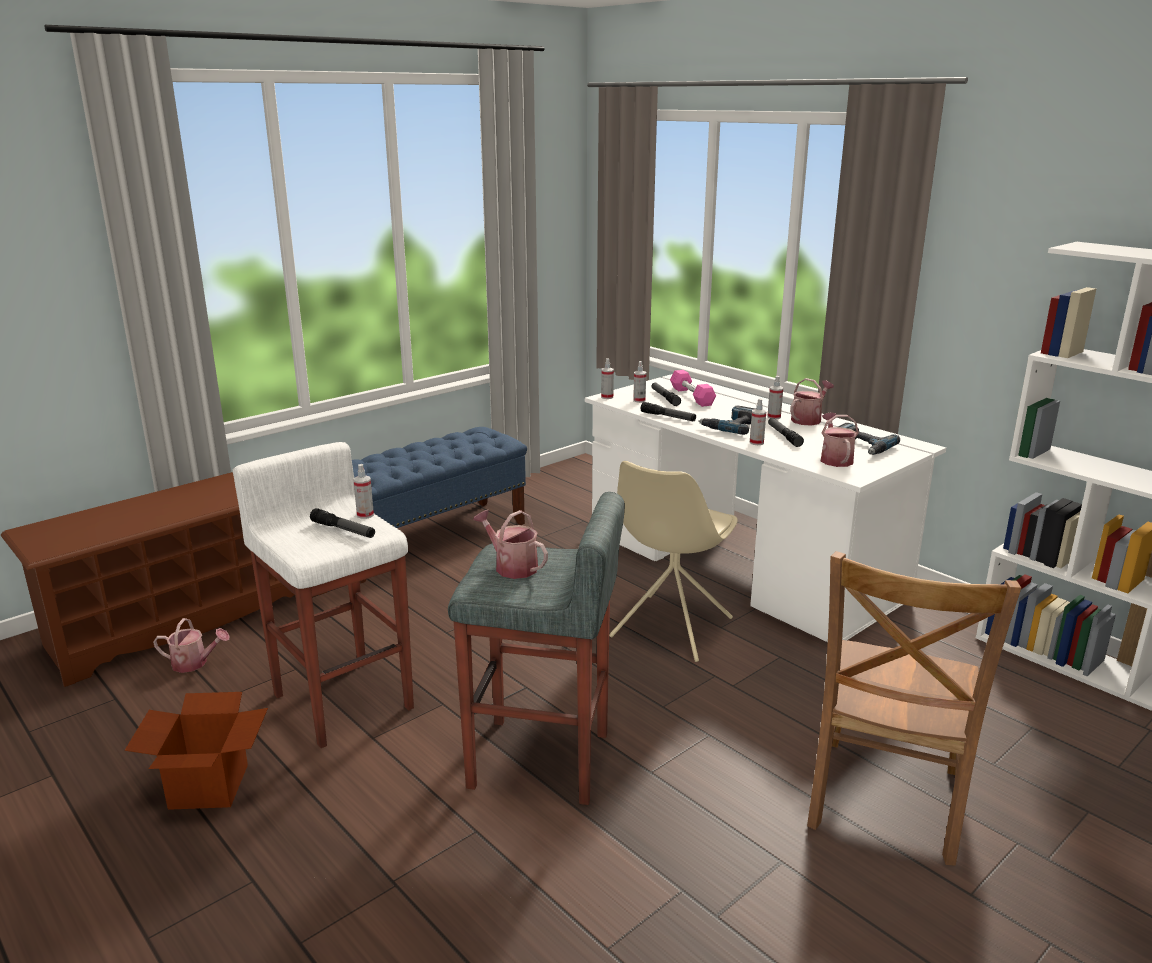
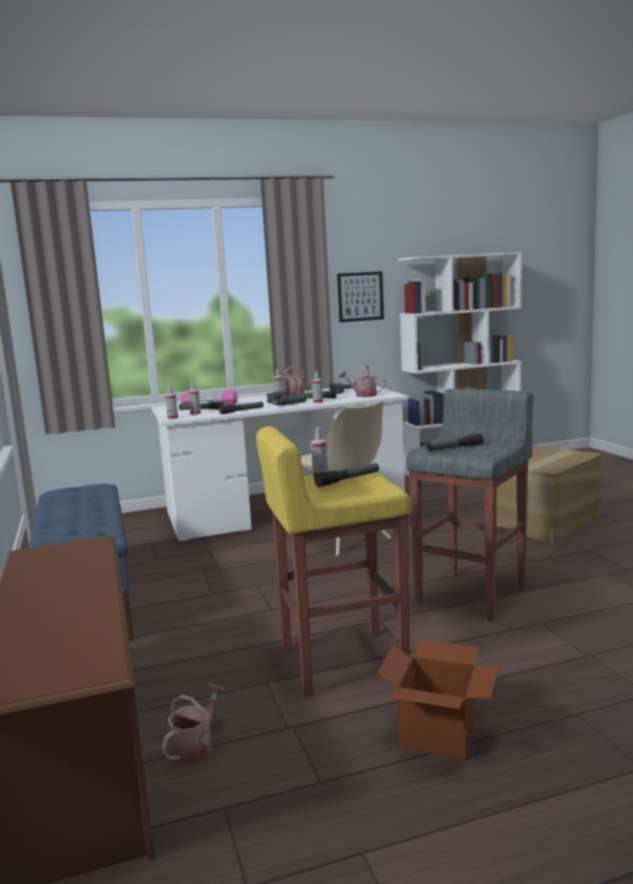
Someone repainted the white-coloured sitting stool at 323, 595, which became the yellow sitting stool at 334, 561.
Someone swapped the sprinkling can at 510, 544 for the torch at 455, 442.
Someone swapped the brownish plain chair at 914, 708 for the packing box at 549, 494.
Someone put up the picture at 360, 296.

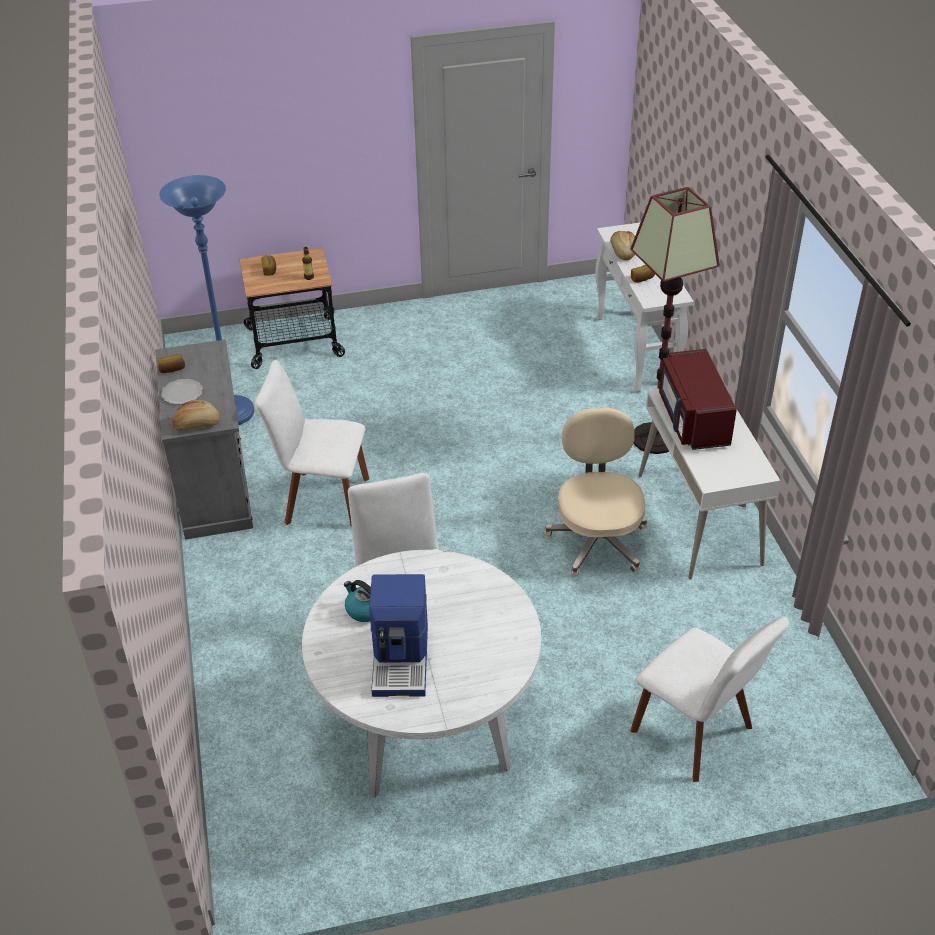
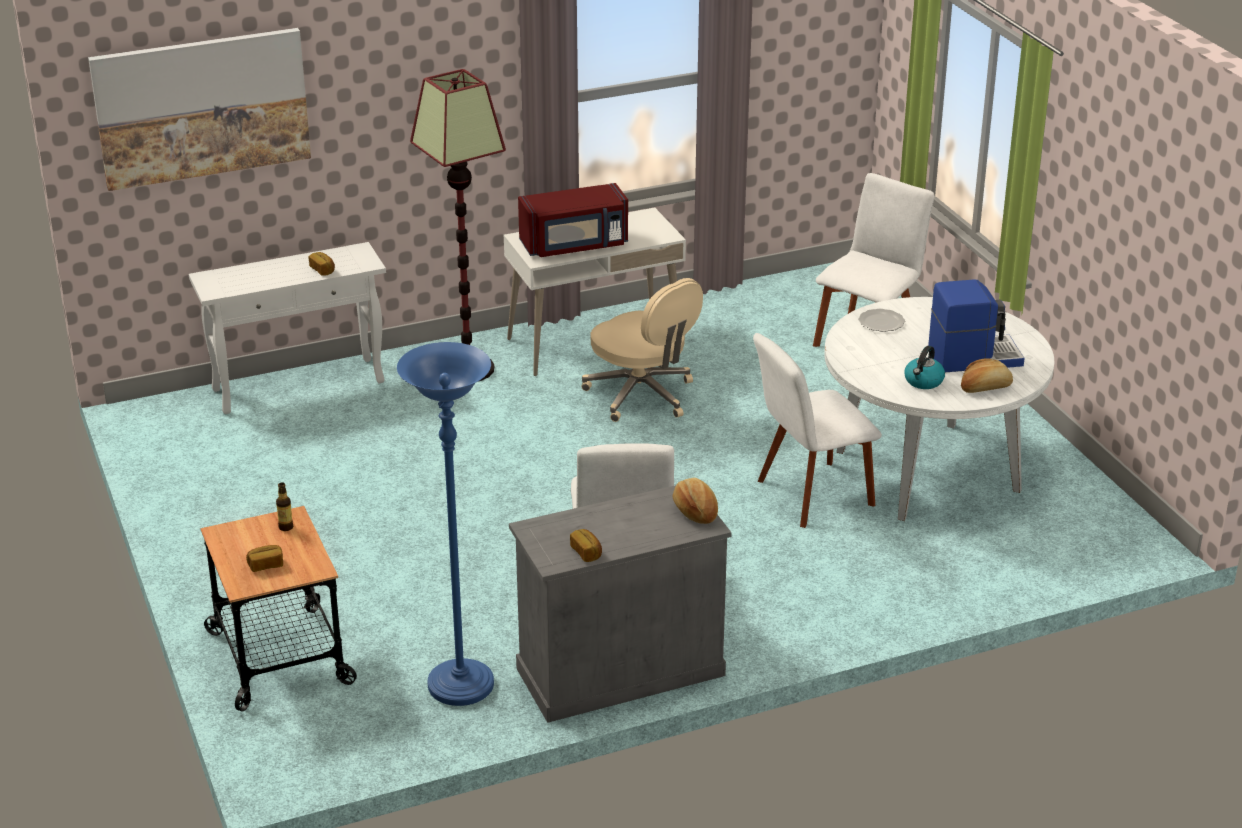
Someone carried the dinner plate from 182, 392 to 881, 320.
Someone rotated the beige-coloured office chair at 595, 492 by 120 degrees counterclockwise.
Someone carried the bread from 622, 245 to 987, 375.
Someone put up the picture at 199, 109.

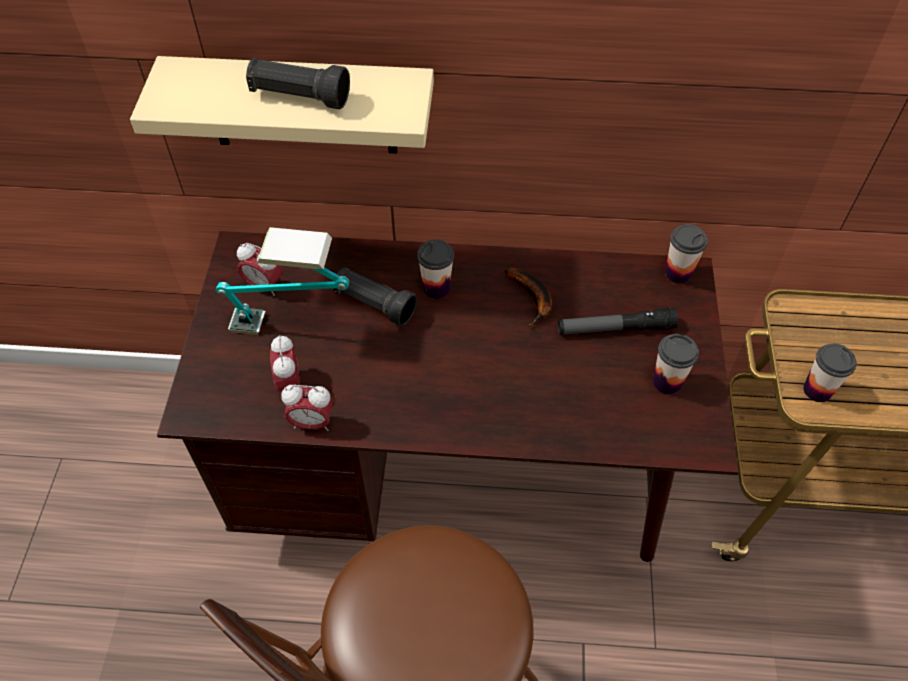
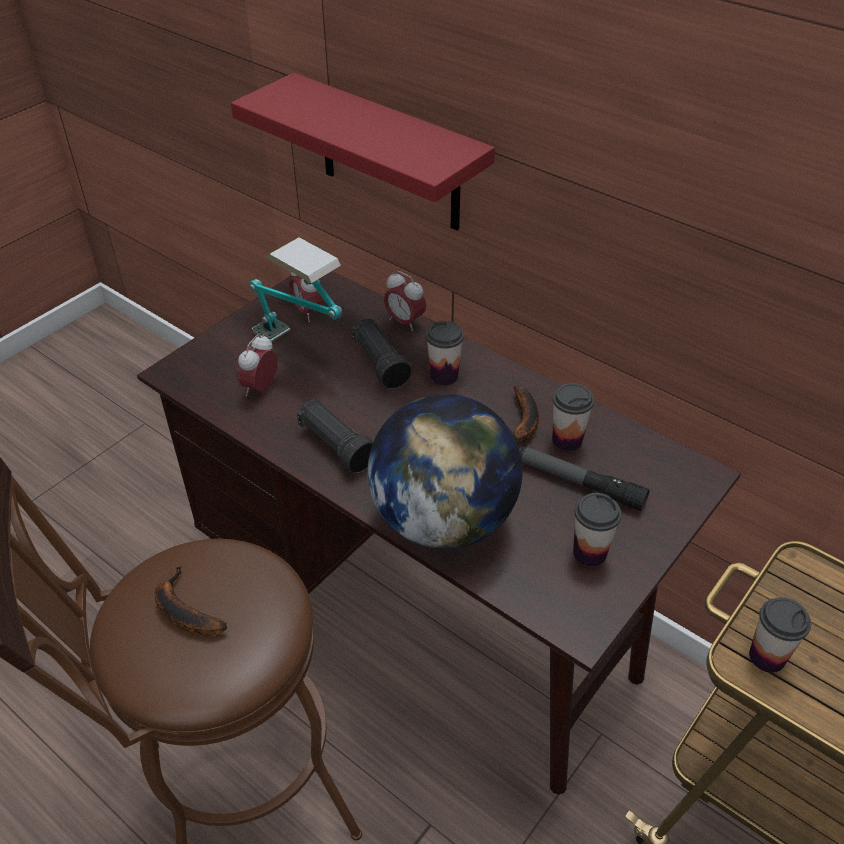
Someone repainted the beige-coloured bracket shelf at 282, 105, which became the red-coloured bracket shelf at 363, 152.
Someone carried the black torch from 298, 83 to 335, 436.
Someone carried the alarm clock from 307, 408 to 405, 301.
Someone carried the drinking cup from 686, 254 to 573, 417.
Someone put down the banana fruit at 191, 601.
Someone put down the desk globe at 445, 471.

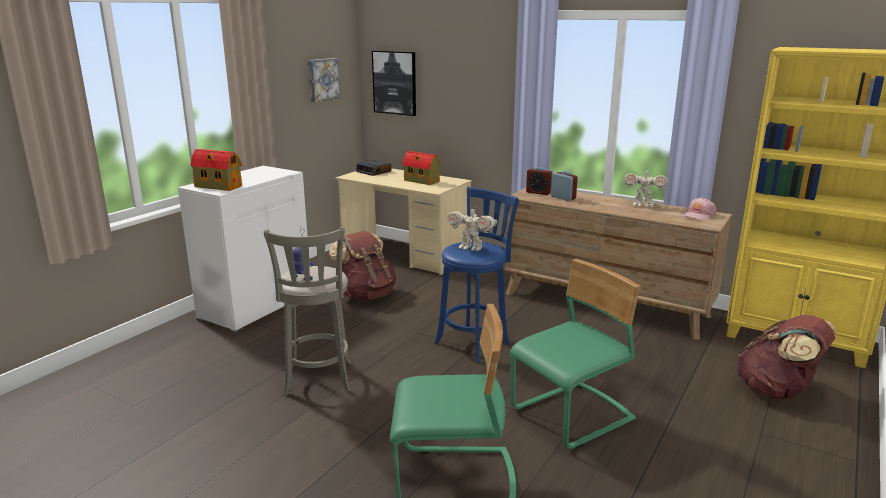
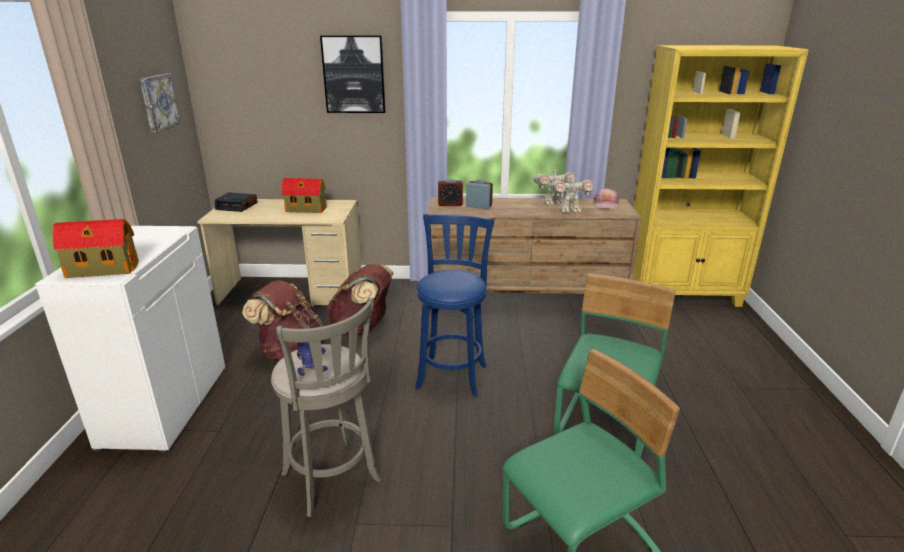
Someone carried the picture from 394, 83 to 352, 74.
Someone carried the model robot from 472, 229 to 572, 193.
Someone carried the brownish backpack from 787, 357 to 360, 299.

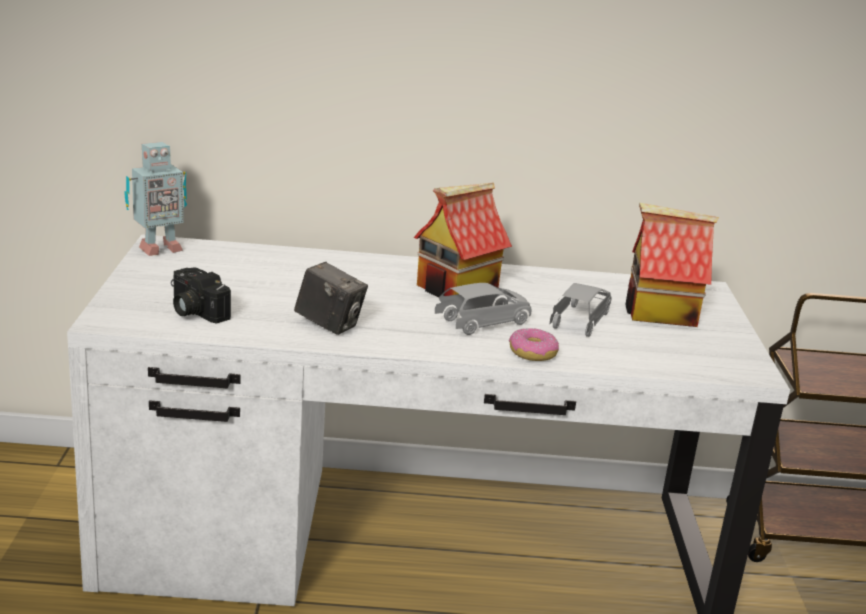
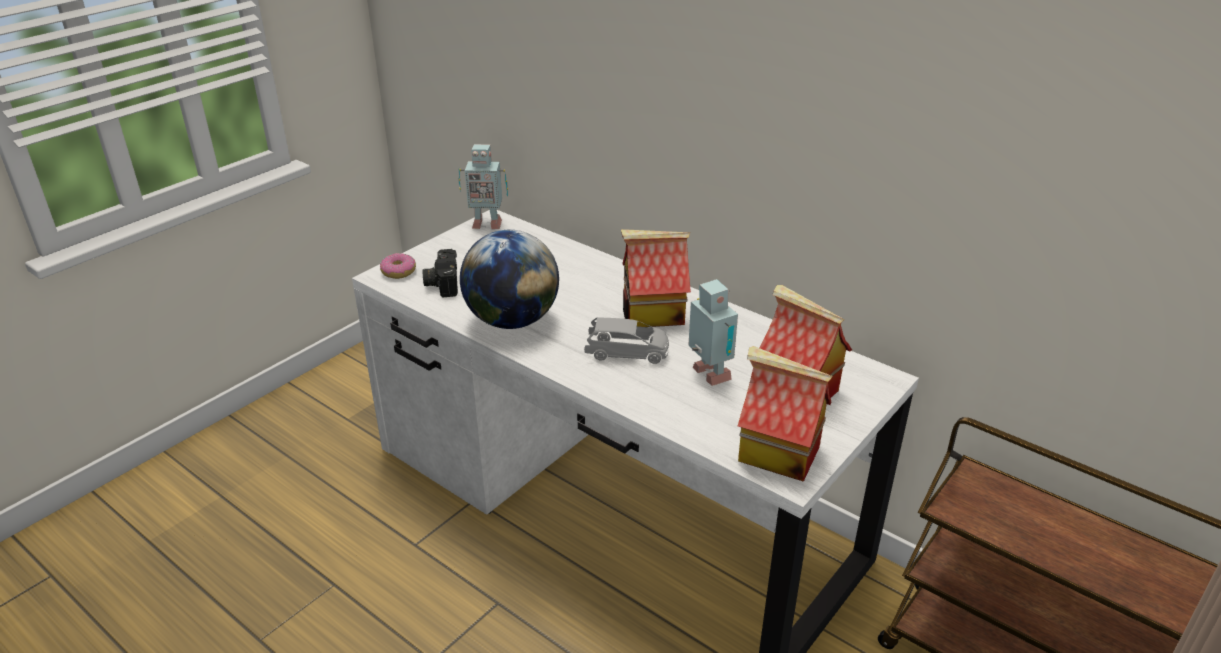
Someone swapped the photo camera at 331, 298 for the desk globe at 509, 279.
Someone carried the ring doughnut from 534, 344 to 398, 266.
Someone swapped the grey toy car at 580, 310 for the model robot at 713, 332.
Someone put down the miniature house at 785, 414.

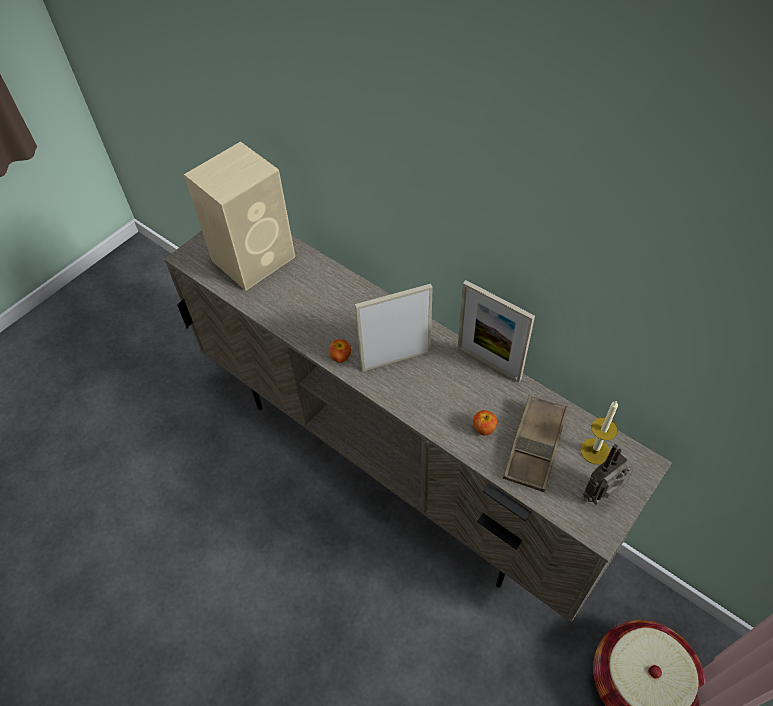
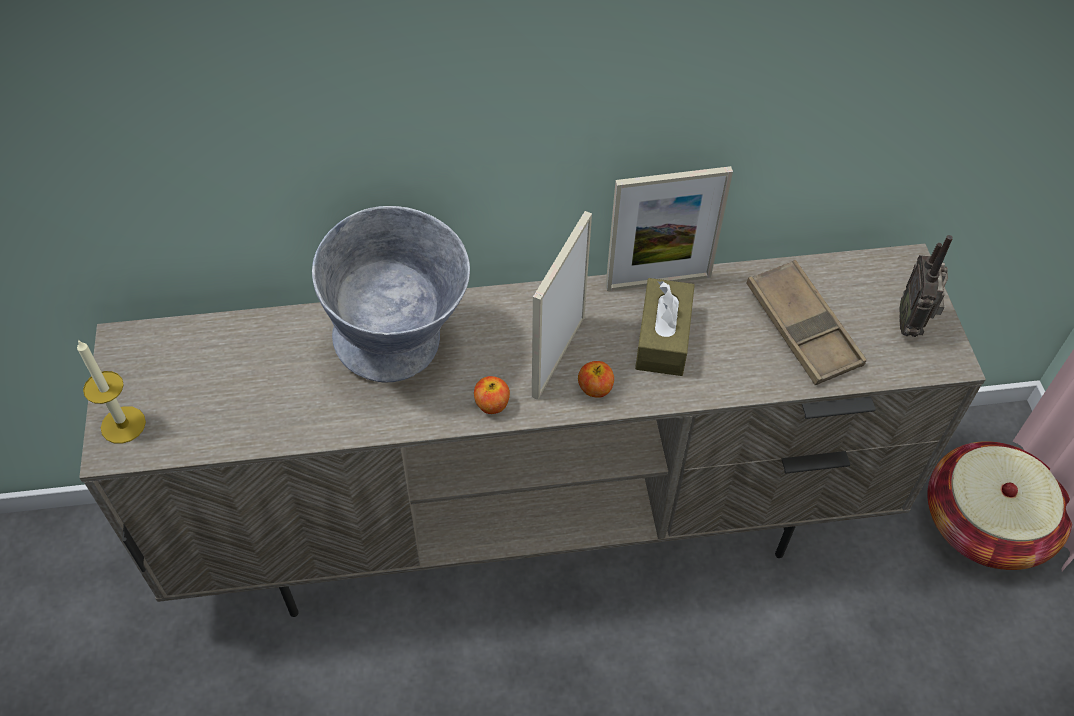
Someone took away the beige-coloured audio speaker at 239, 216.
Someone carried the apple from 485, 423 to 596, 379.
Someone carried the wax candle from 599, 432 to 111, 391.
Someone put down the grey serving bowl at 391, 294.
Someone put down the brownish tissue box at 665, 327.

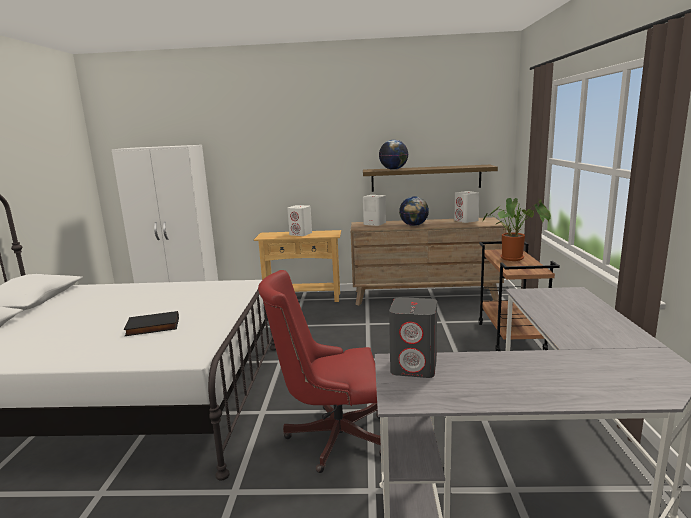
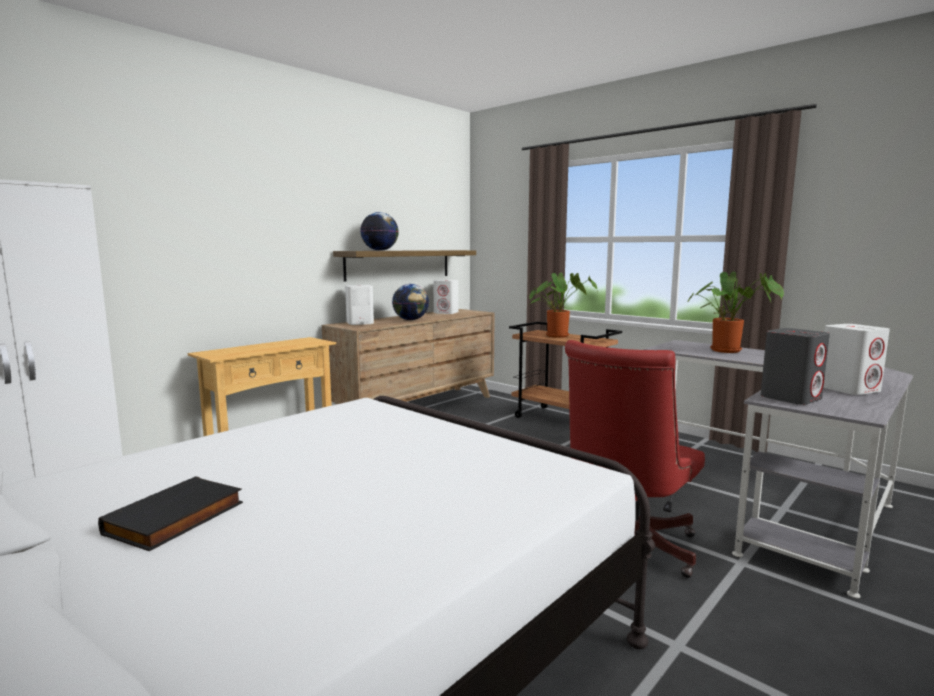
Someone carried the black bound book from 151, 323 to 170, 513.
Someone carried the white-coloured audio speaker from 299, 220 to 856, 359.
Someone put down the plant in a pot at 735, 312.

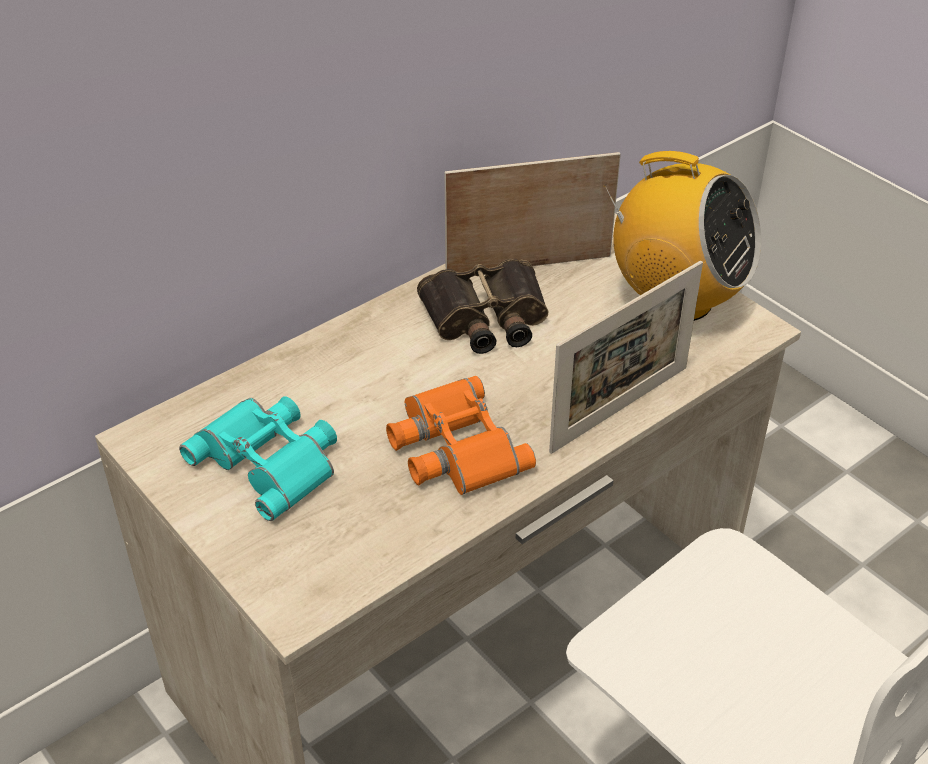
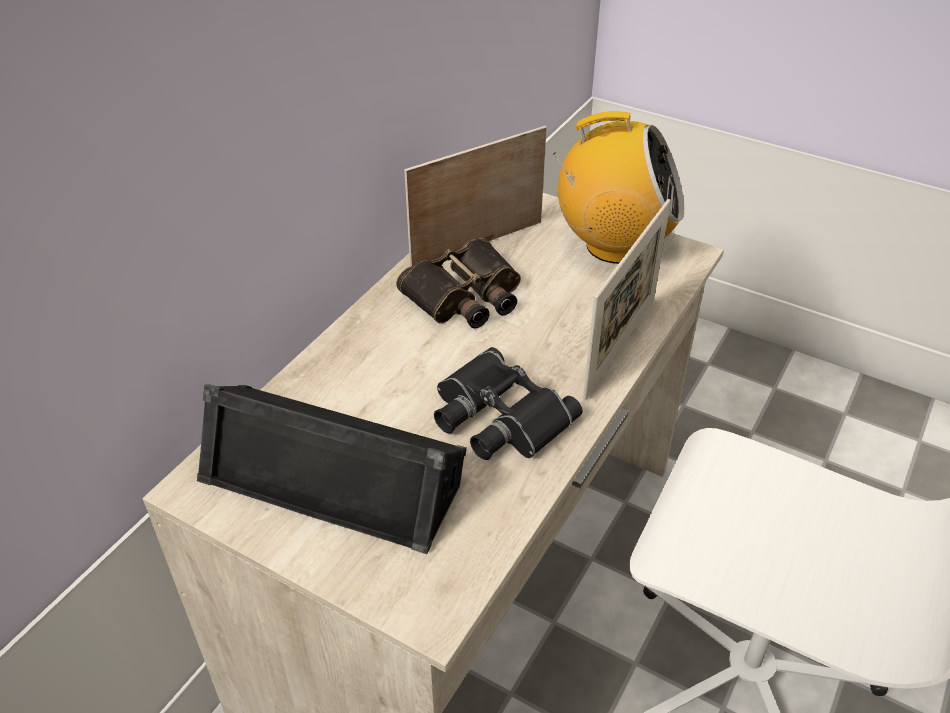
Someone swapped the turquoise field glasses at 258, 458 for the black audio speaker at 332, 469.
Someone repainted the orangey field glasses at 461, 435, which became the black field glasses at 508, 403.

